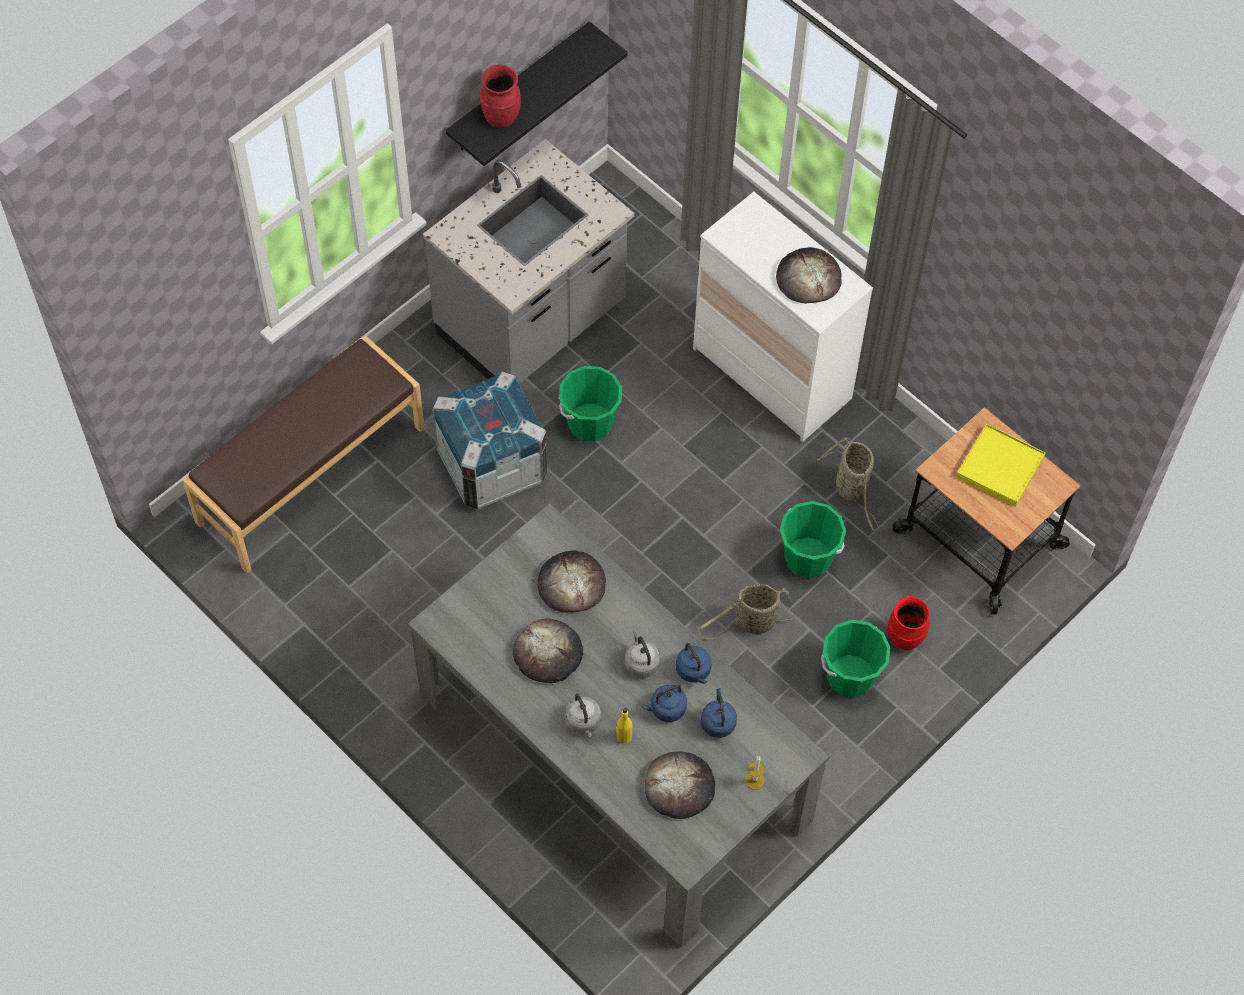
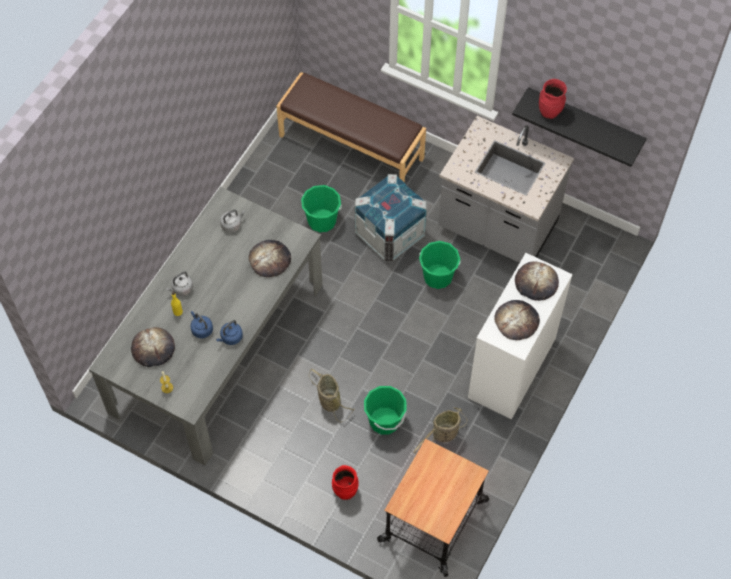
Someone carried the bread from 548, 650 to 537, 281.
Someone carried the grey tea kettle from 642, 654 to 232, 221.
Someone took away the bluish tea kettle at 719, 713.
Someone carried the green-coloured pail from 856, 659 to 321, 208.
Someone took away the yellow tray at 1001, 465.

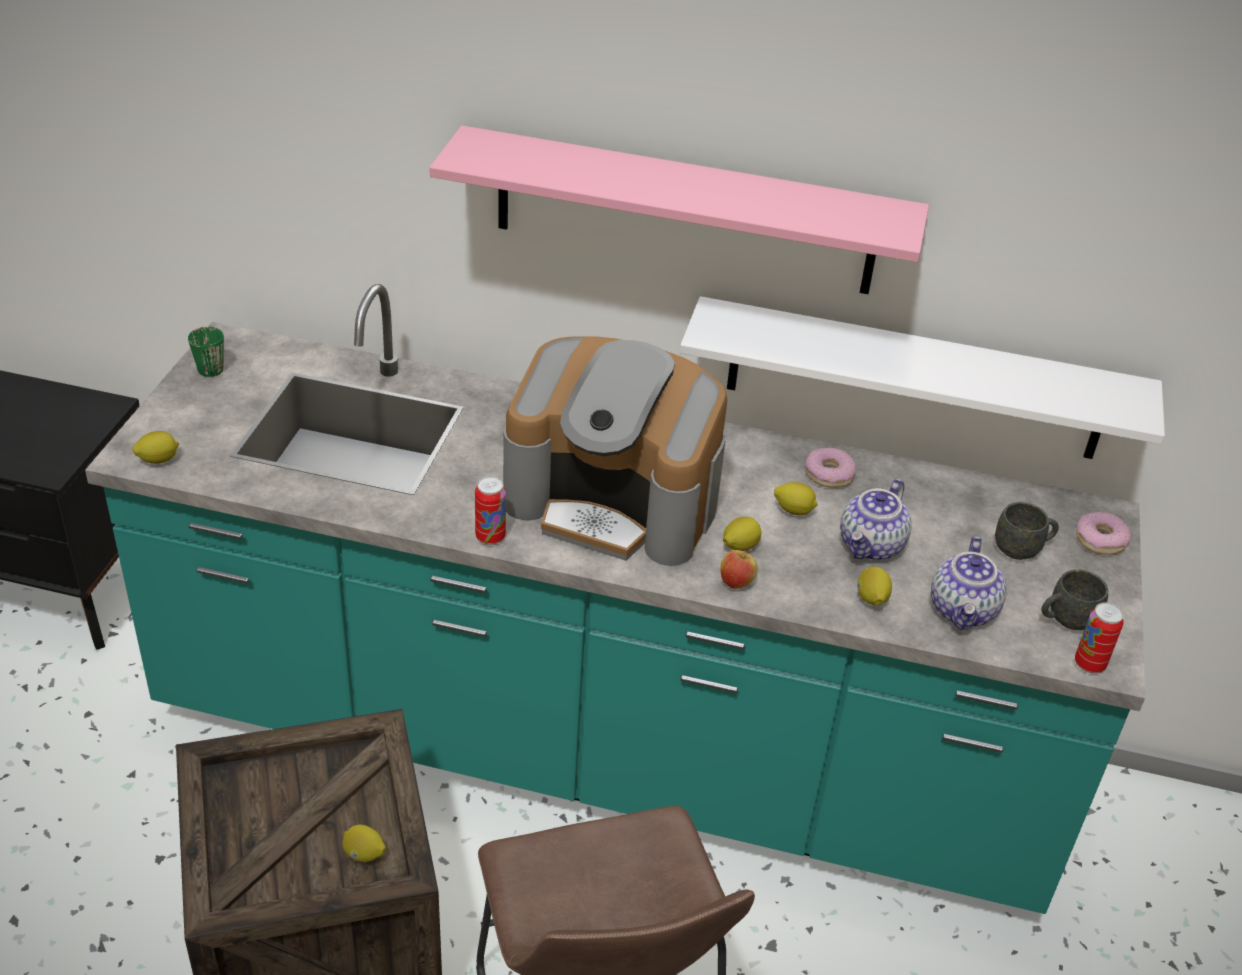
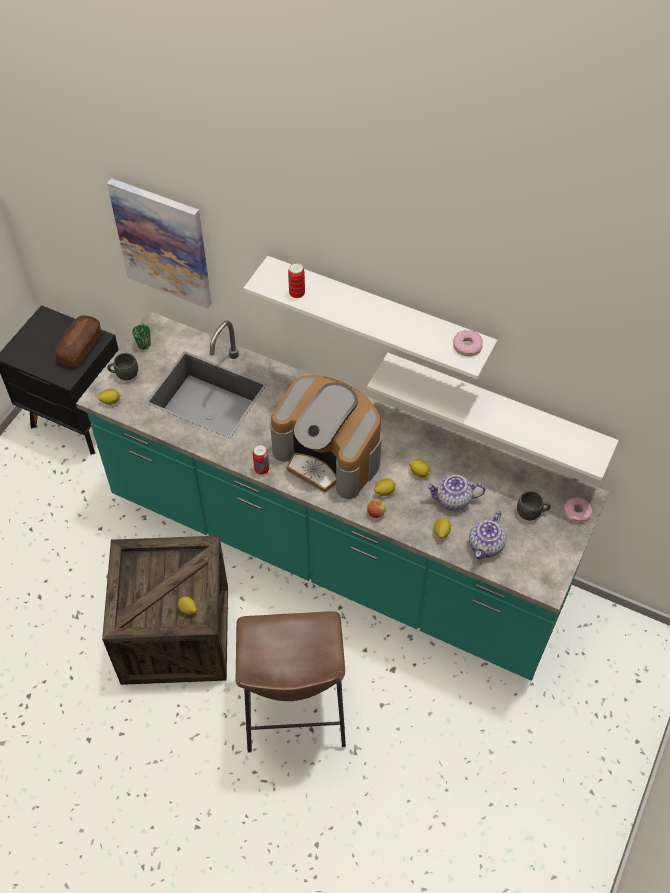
Someone repainted the pink bracket shelf at 679, 210, which became the white-coloured bracket shelf at 370, 318.
Someone carried the ring doughnut from 830, 468 to 468, 343.
Someone rotated the pot for tea at 876, 520 by 45 degrees clockwise.
Someone carried the grey coffee mug from 1075, 599 to 122, 366.
Someone carried the metal can from 1099, 637 to 296, 280.
Someone put down the bread at 78, 341.
Someone put up the picture at 159, 243.

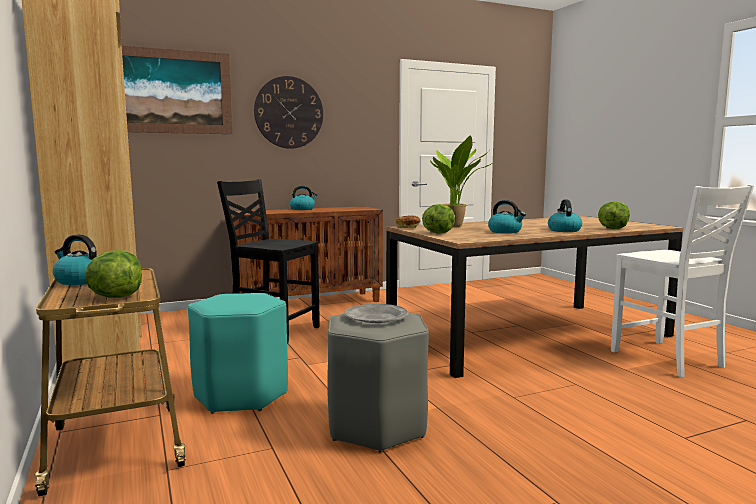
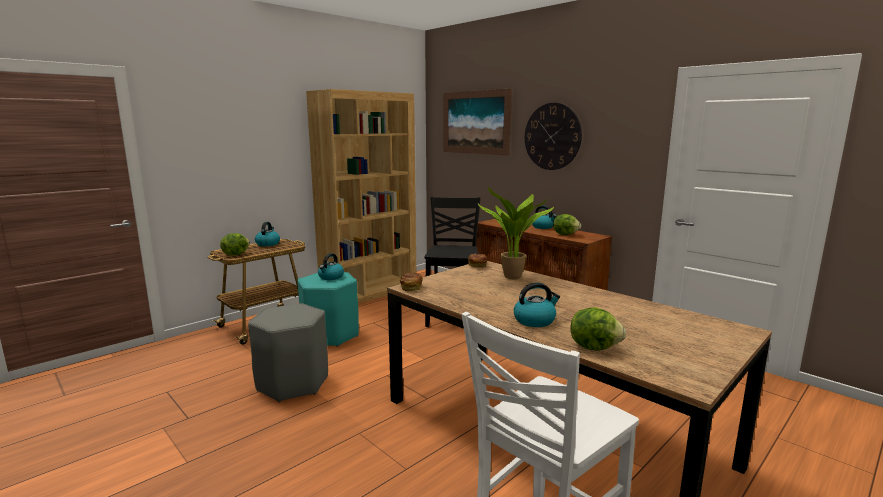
Someone took away the grey dinner plate at 377, 313.
Someone carried the head of lettuce from 438, 218 to 567, 224.
Someone carried the tea kettle from 507, 216 to 331, 266.
Someone put down the bread at 411, 282.

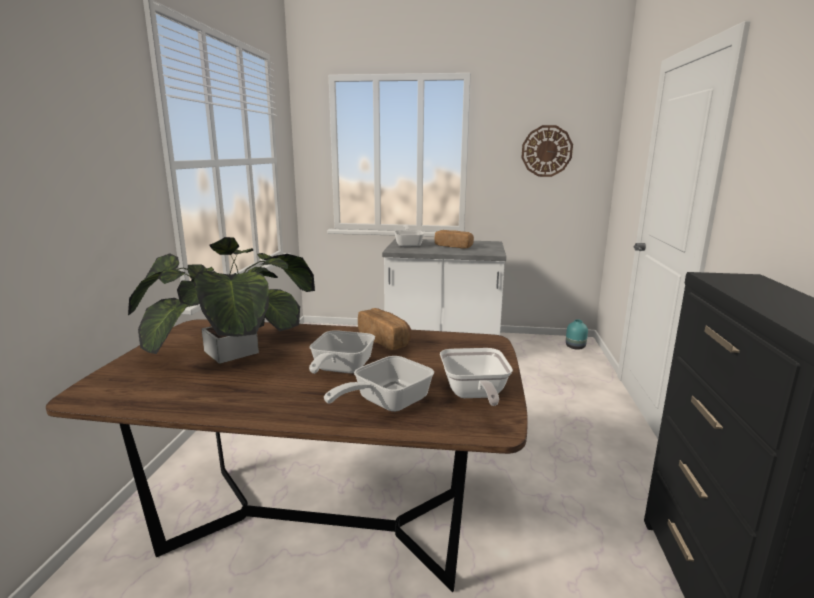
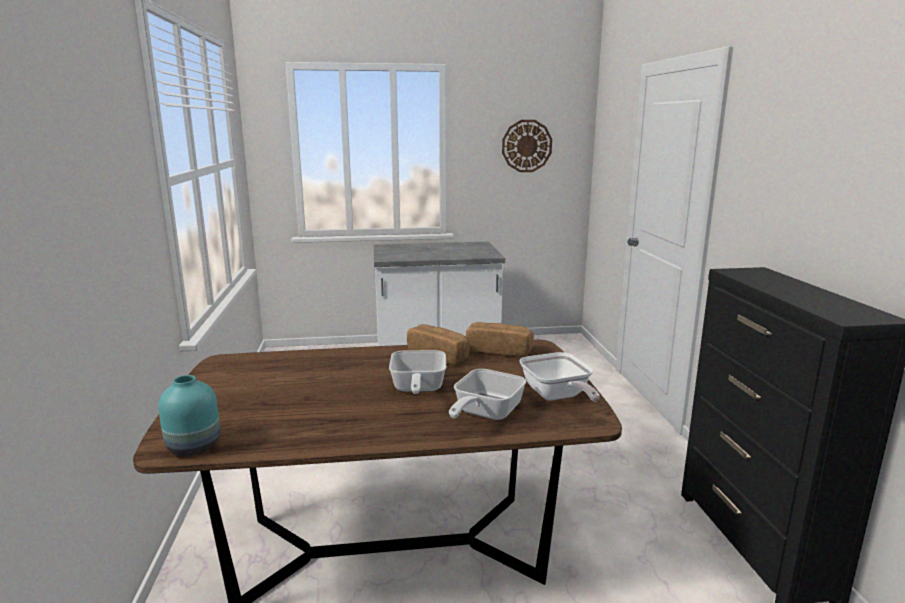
Someone took away the plant in a pot at 221, 300.
Someone took away the frying pan at 409, 236.
Someone carried the bread from 454, 239 to 500, 339.
Someone carried the turquoise flower vase from 577, 334 to 189, 415.

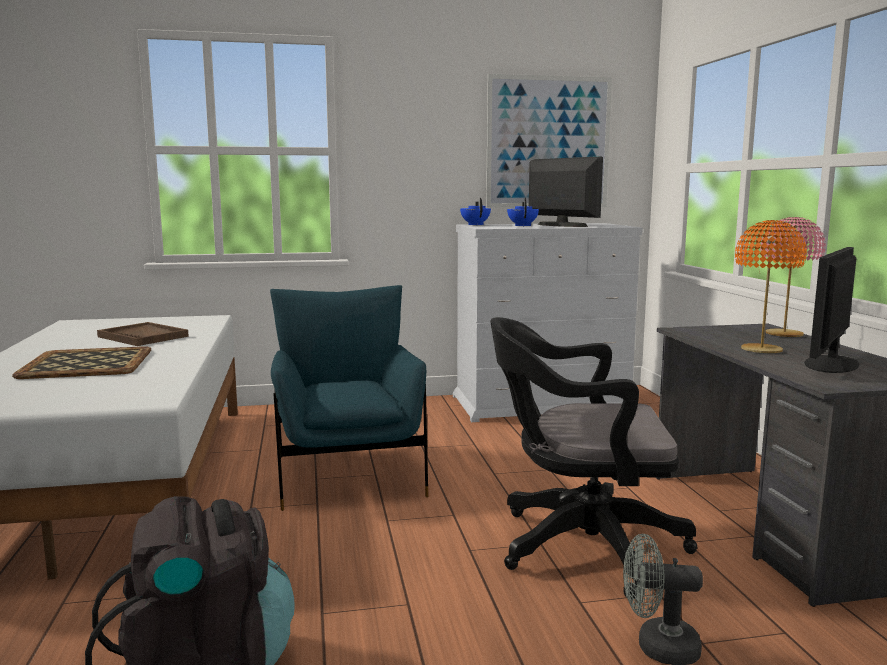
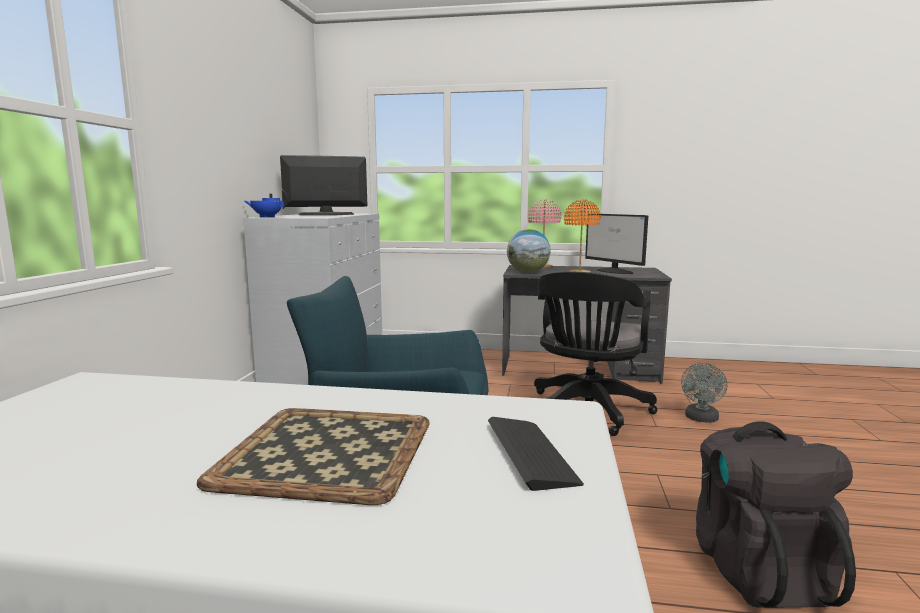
Someone took away the brownish tray at 143, 334.
Someone took away the picture at 549, 141.
Someone took away the bluish pot for tea at 523, 212.
Someone put down the keyboard at 536, 454.
Someone put down the desk globe at 529, 251.

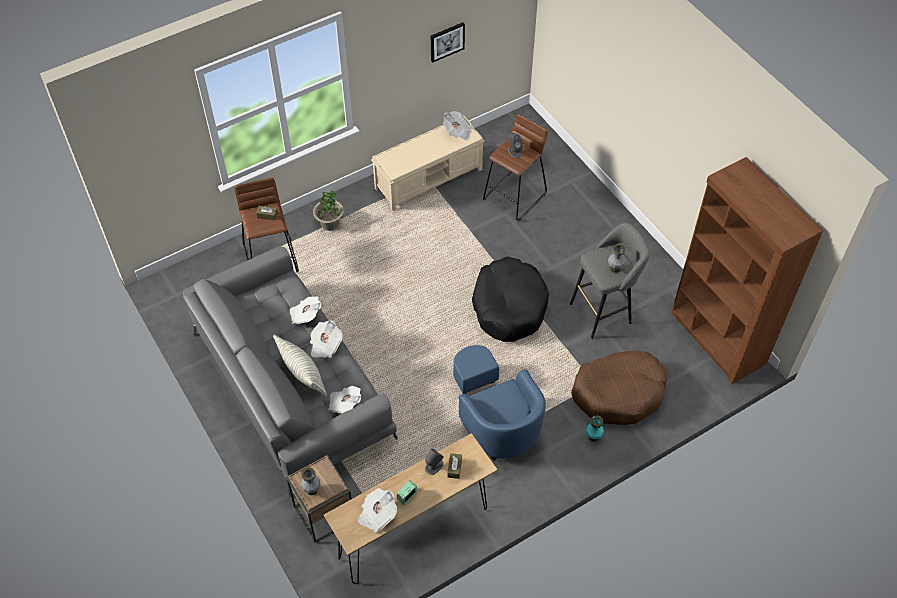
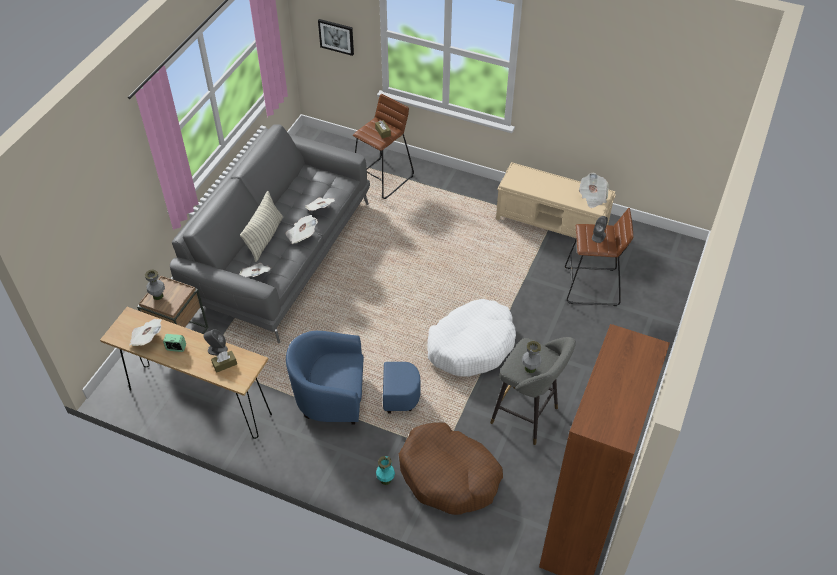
Someone took away the plant in a pot at 328, 210.
Someone carried the picture from 448, 42 to 336, 37.
Someone rotated the bluish easy chair at 499, 403 by 60 degrees clockwise.
Someone repainted the black dog bed at 510, 299, which became the white-coloured dog bed at 471, 338.

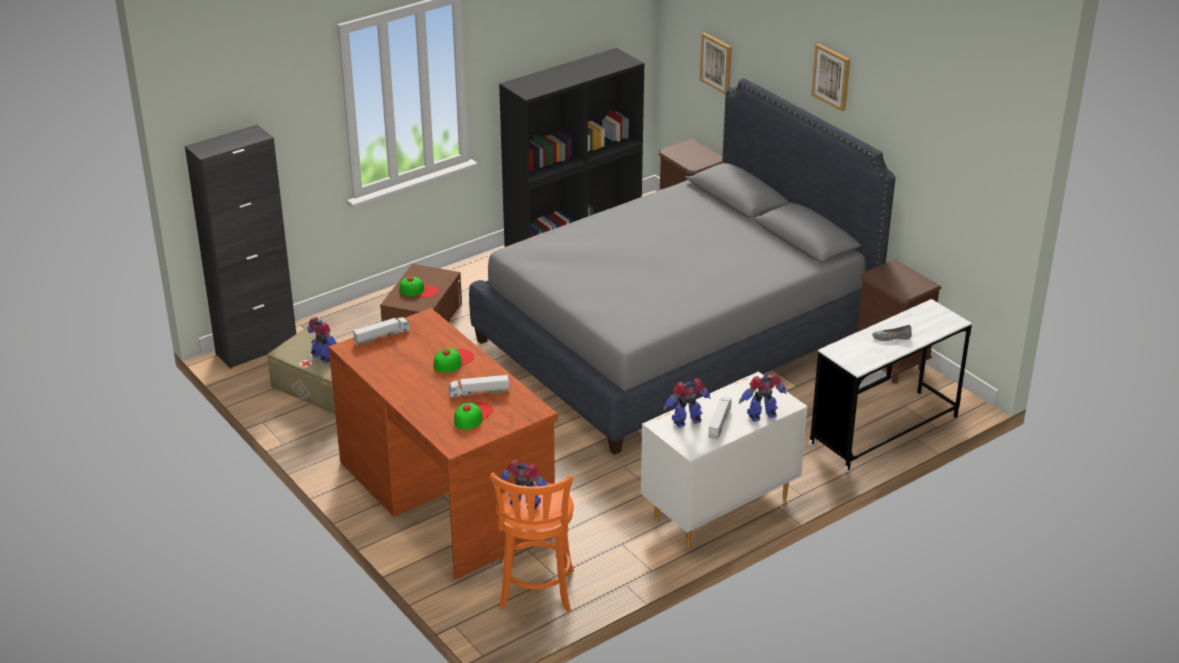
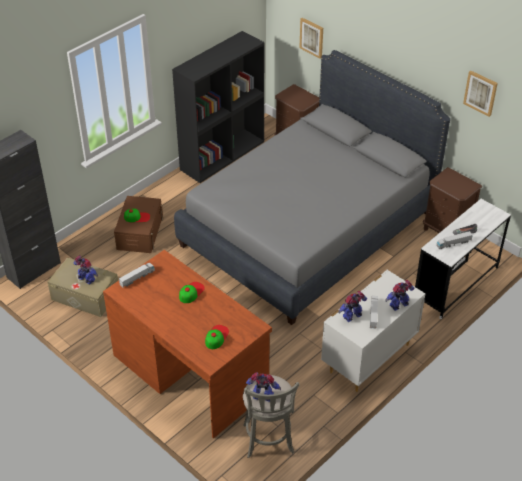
Someone carried the toy truck from 479, 386 to 454, 240.
Someone repainted the orangey sitting stool at 532, 542, which became the grey sitting stool at 271, 416.
Someone carried the picture from 830, 77 to 480, 94.

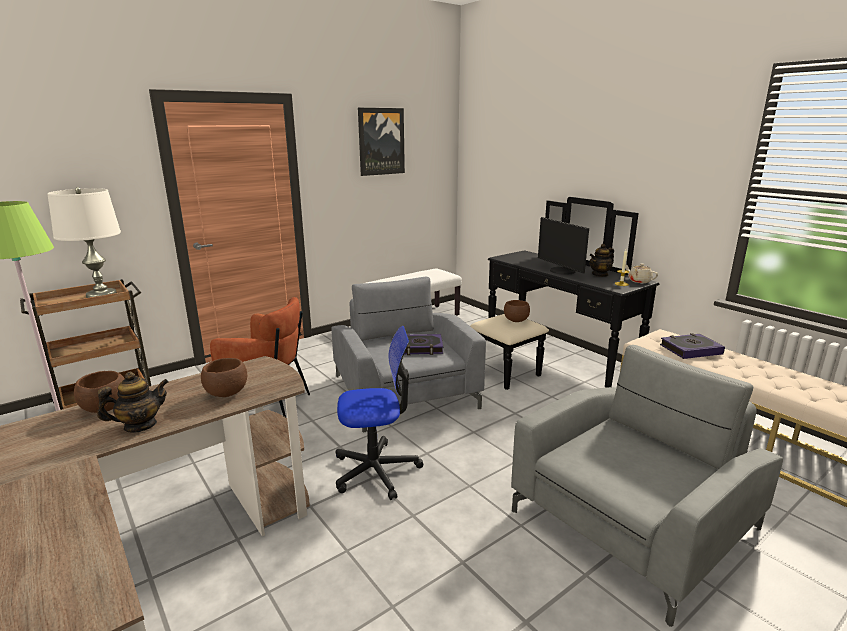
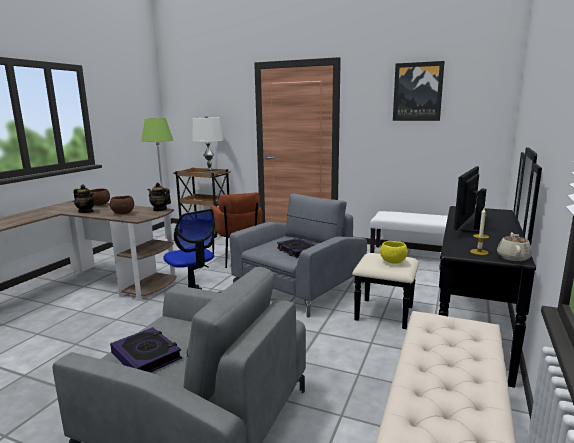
Someone repainted the brownish serving bowl at 517, 311, which became the yellow serving bowl at 394, 252.
Someone carried the pot for tea from 602, 260 to 159, 197.
Someone carried the bound book from 692, 346 to 146, 350.

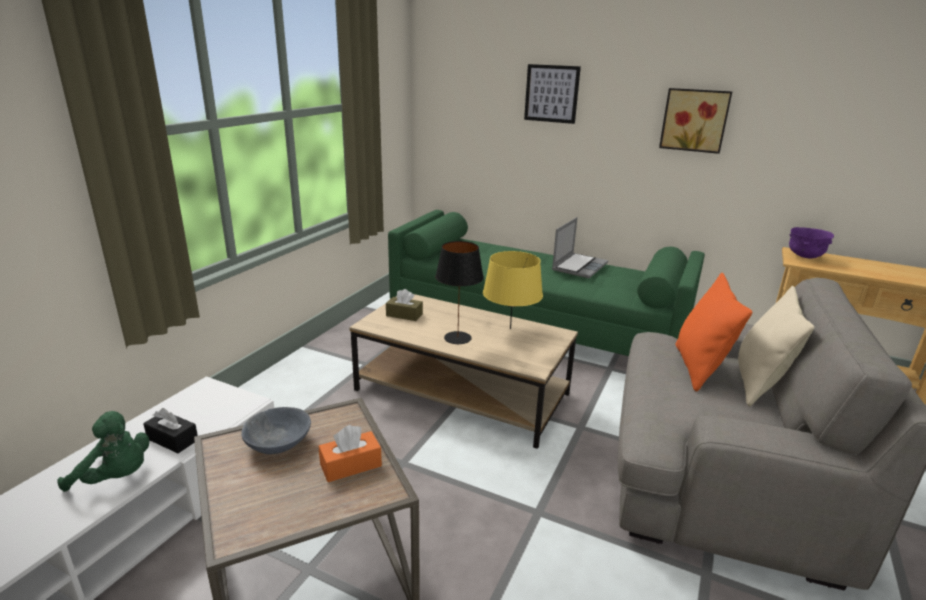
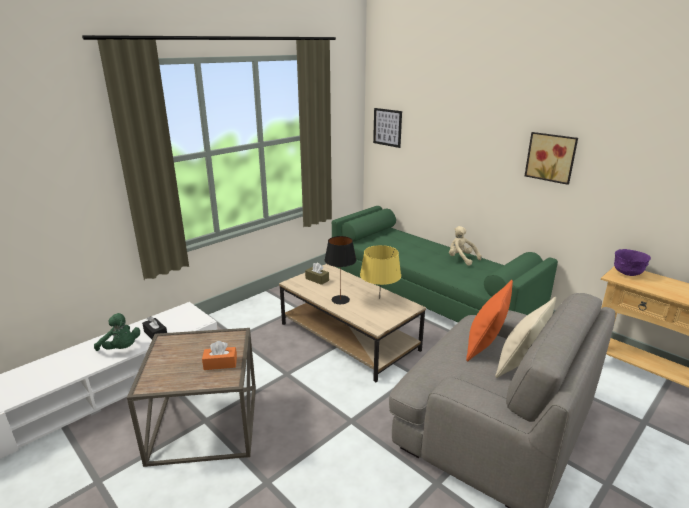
Someone took away the grey serving bowl at 276, 430.
Someone carried the picture from 552, 94 to 387, 128.
Someone swapped the notebook computer at 580, 247 for the beige-coloured plush toy at 465, 246.

